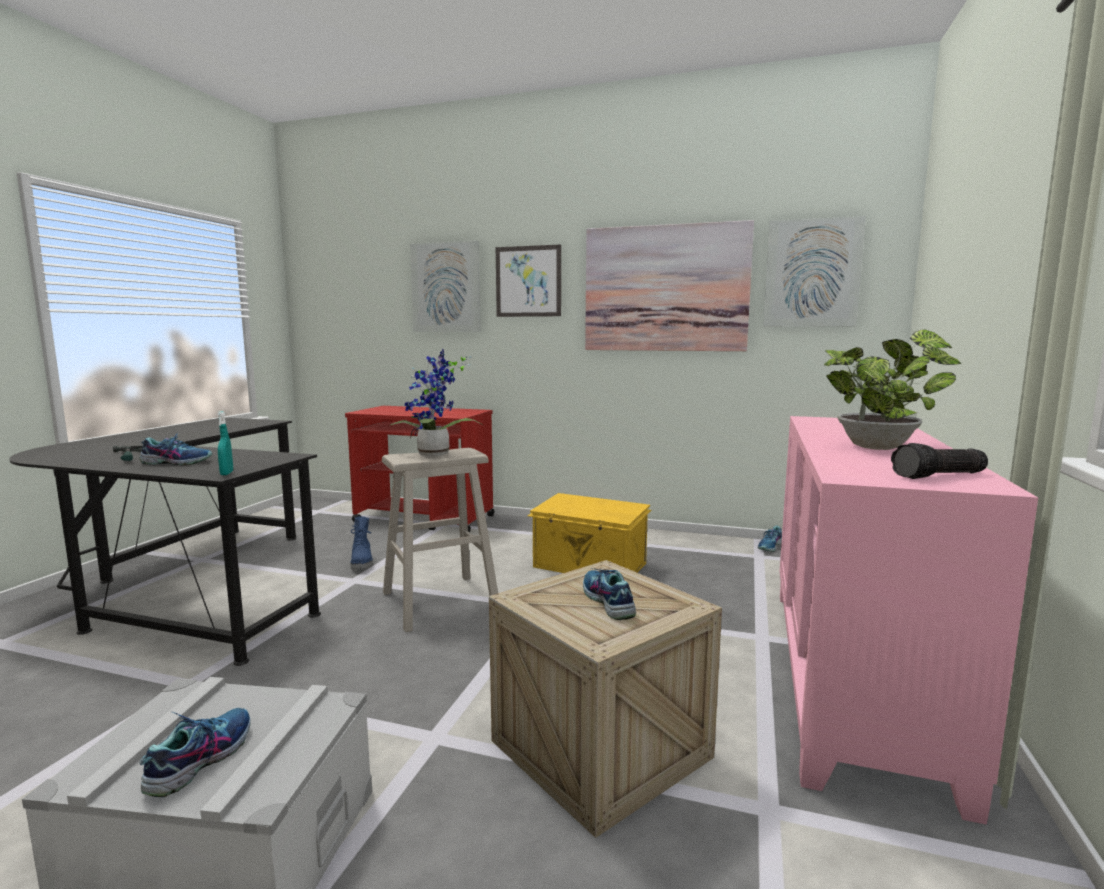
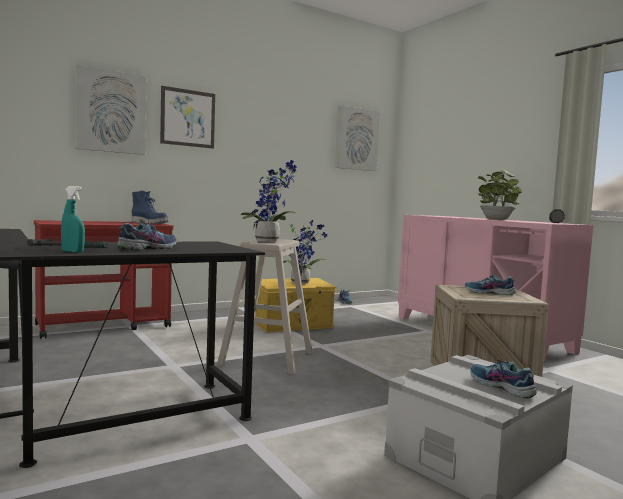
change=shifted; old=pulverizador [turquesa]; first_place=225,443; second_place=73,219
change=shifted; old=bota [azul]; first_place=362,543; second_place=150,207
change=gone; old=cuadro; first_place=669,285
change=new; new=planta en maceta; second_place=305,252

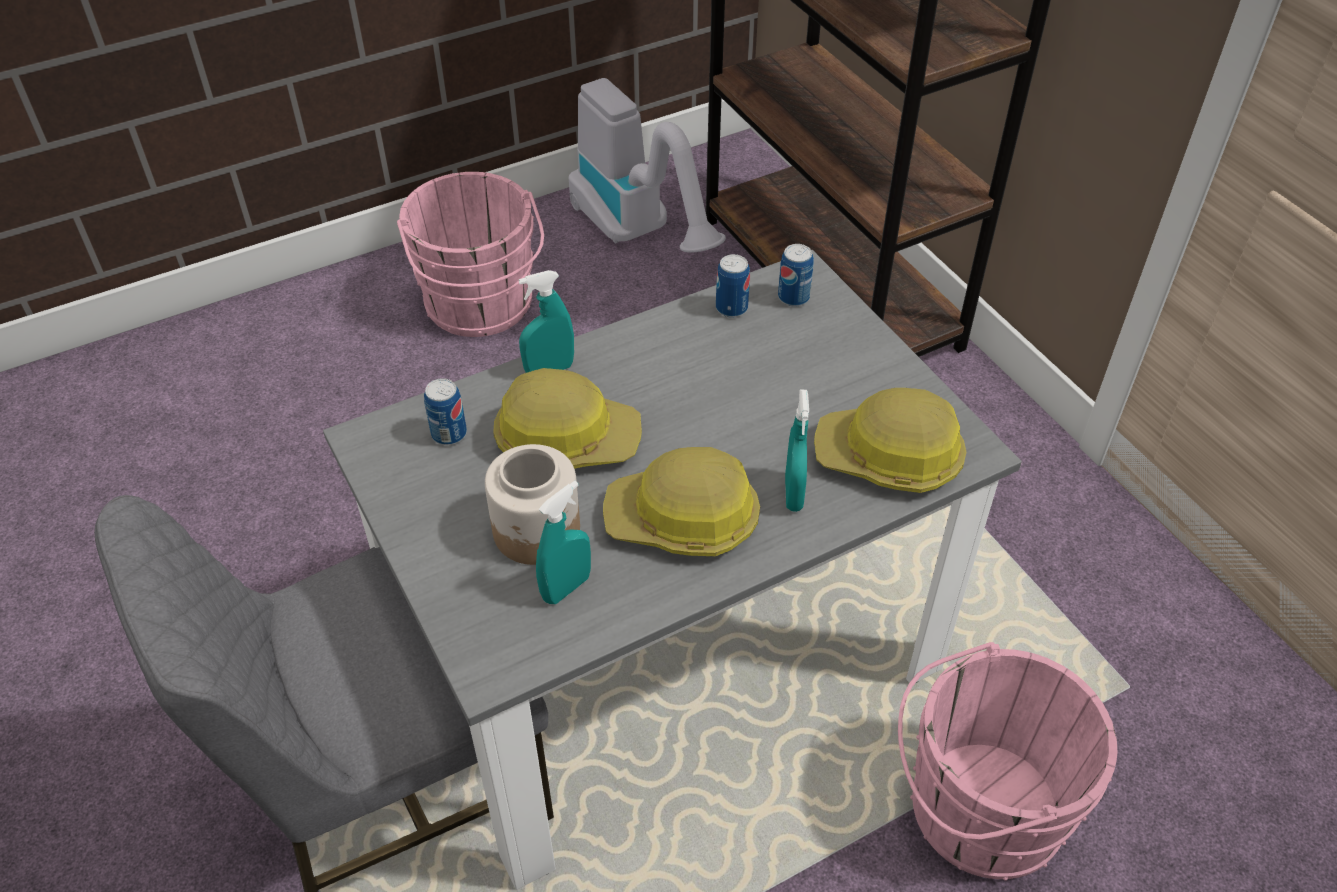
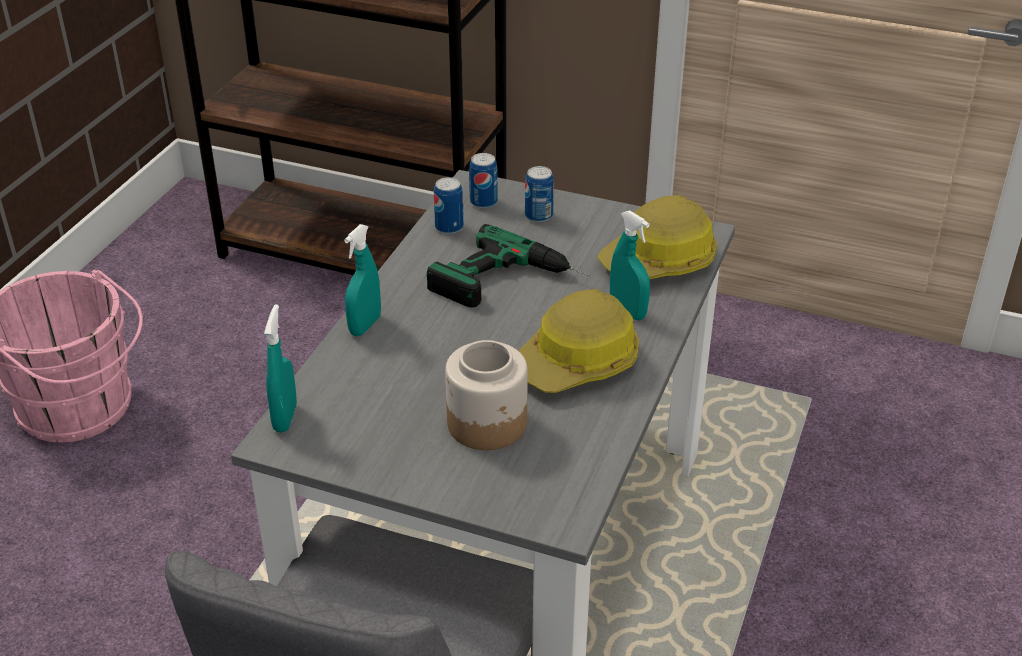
change=shifted; old=lata; first_place=445,411; second_place=539,194
change=gone; old=casco; first_place=567,418
change=shifted; old=pulverizador [turquesa]; first_place=563,542; second_place=280,368
change=gone; old=aspiradora; first_place=647,165
change=gone; old=cubo [rosa]; first_place=1008,761
change=new; new=taladro; second_place=508,266

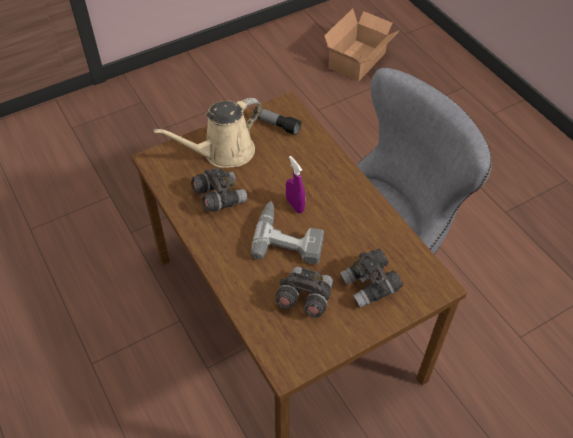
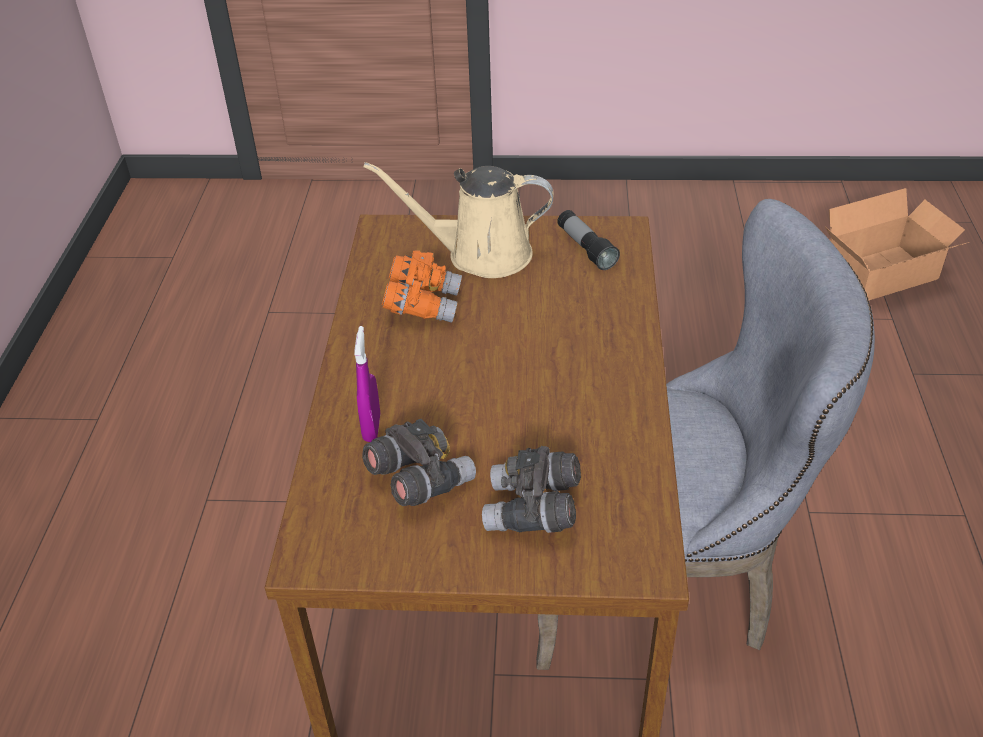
change=repainted; old=prismáticos [gris]; new=prismáticos [naranja]; first_place=219,190; second_place=422,286
change=gone; old=taladro; first_place=287,232
change=shifted; old=pulverizador [morado]; first_place=295,184; second_place=367,384

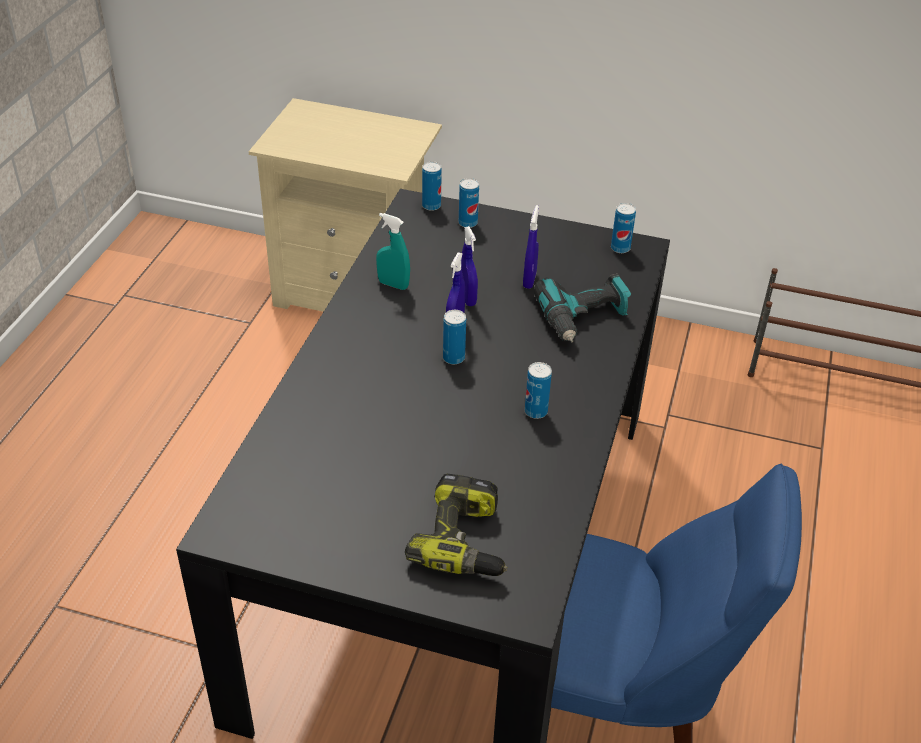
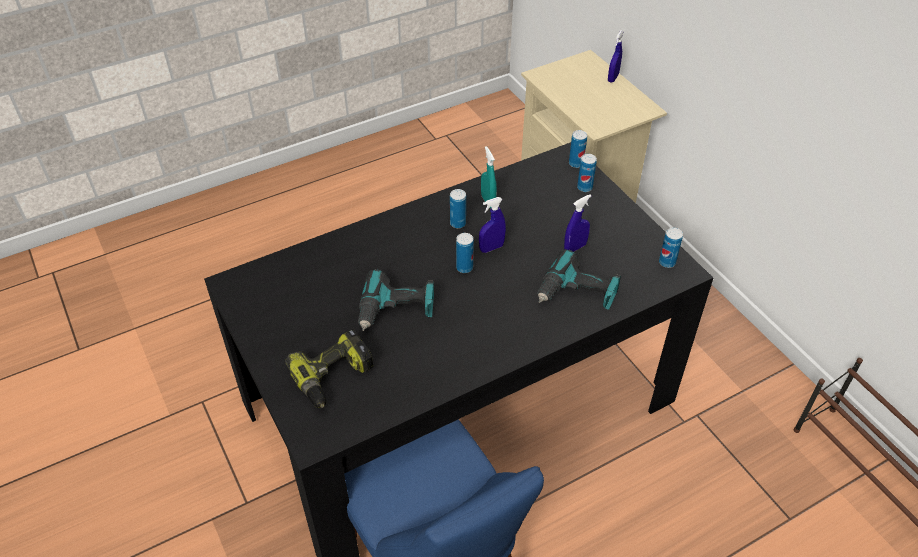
change=shifted; old=pulverizador [azul]; first_place=469,266; second_place=616,56
change=shifted; old=lata; first_place=538,390; second_place=458,208
change=new; new=taladro; second_place=396,300

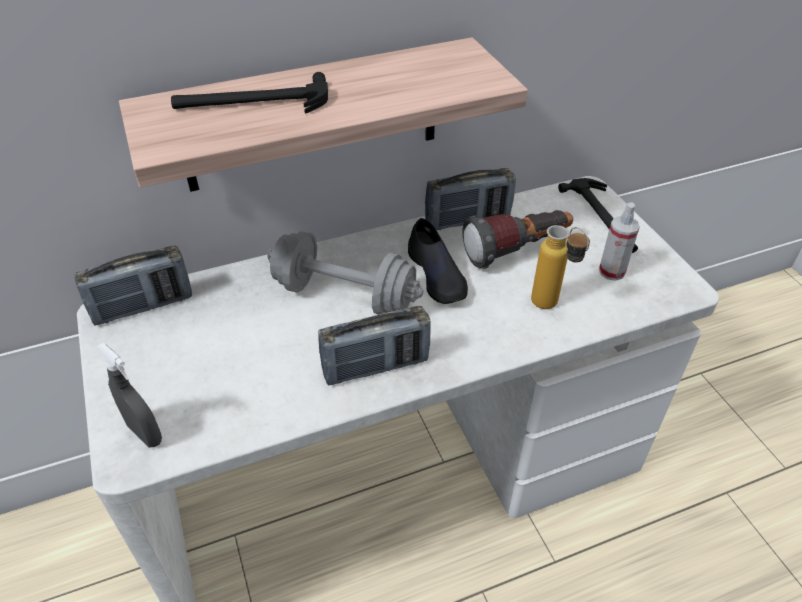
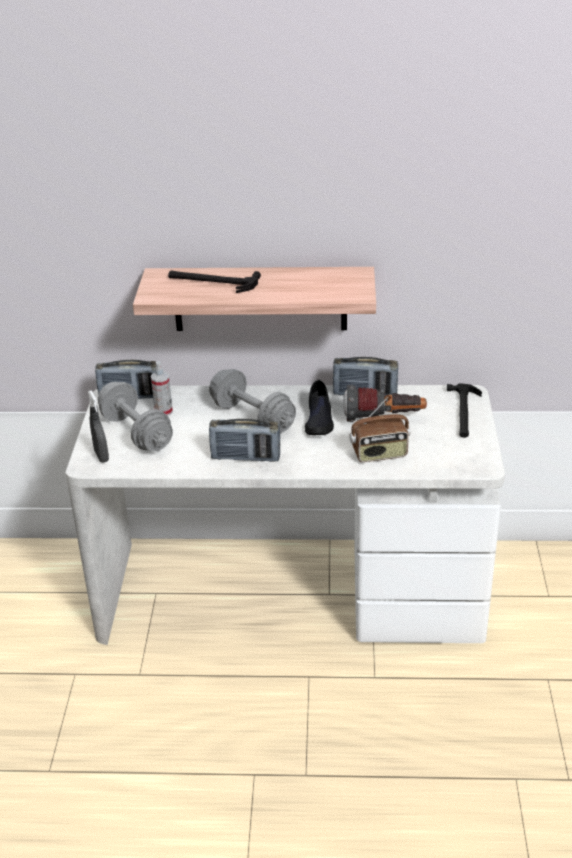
change=swapped; old=botella; new=radio; first_place=560,267; second_place=380,429
change=shifted; old=pulverizador; first_place=619,242; second_place=162,388
change=new; new=mancuerna [gris]; second_place=135,416

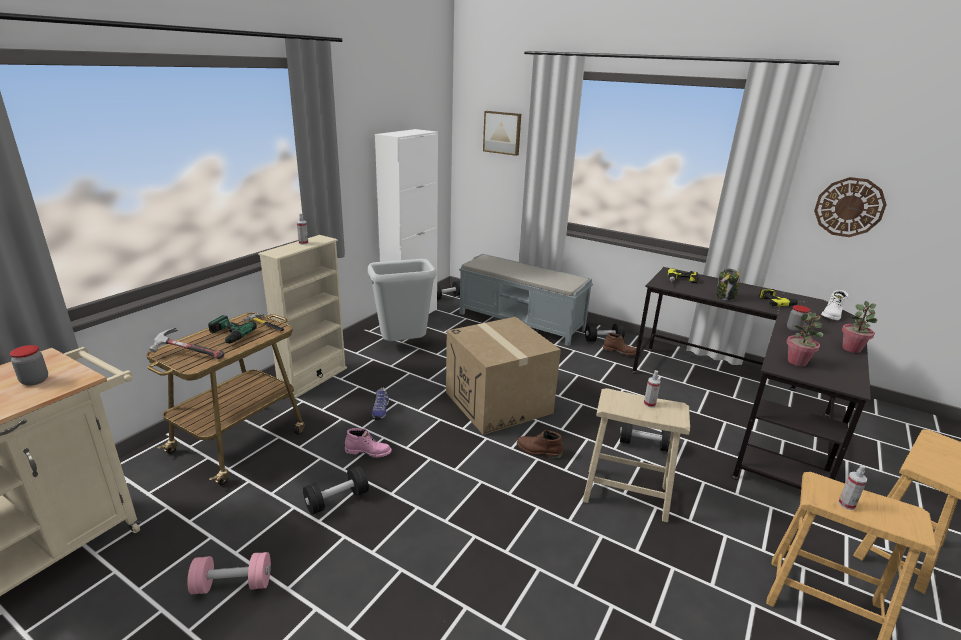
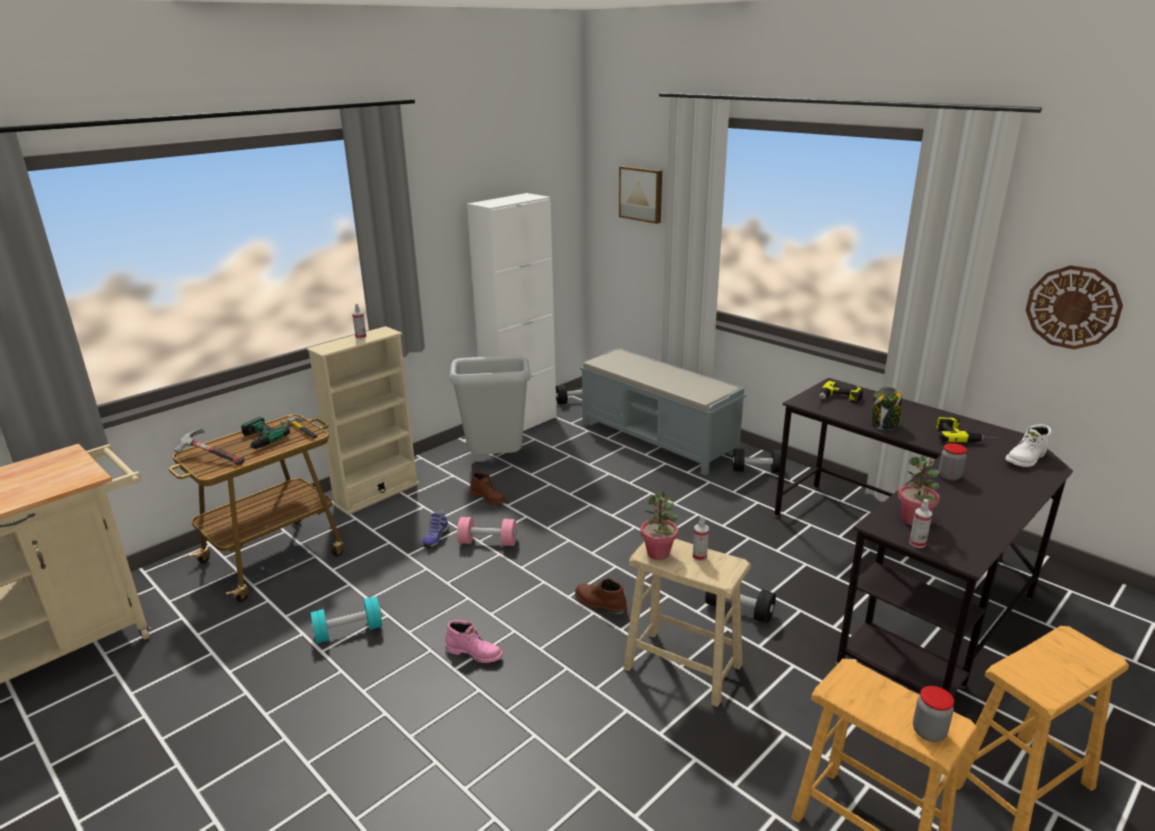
change=shifted; old=tarro; first_place=29,365; second_place=933,714
change=shifted; old=mancuerna [rosa]; first_place=229,573; second_place=487,531
change=repainted; old=mancuerna [negro]; new=mancuerna [turquesa]; first_place=336,490; second_place=346,620
change=shifted; old=bota [rosa]; first_place=368,443; second_place=474,641
change=gone; old=caja de cartón; first_place=503,376
change=shifted; old=bota [marrón]; first_place=620,344; second_place=488,488
change=shifted; old=pulverizador; first_place=852,487; second_place=920,523
change=shifted; old=planta en maceta; first_place=860,327; second_place=659,525

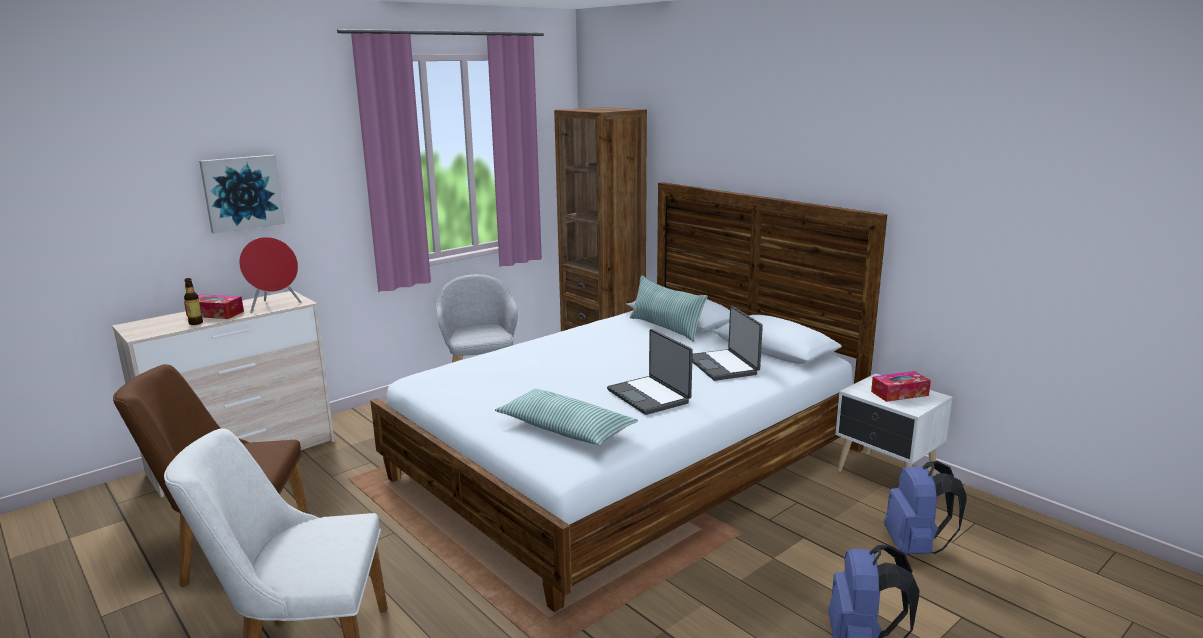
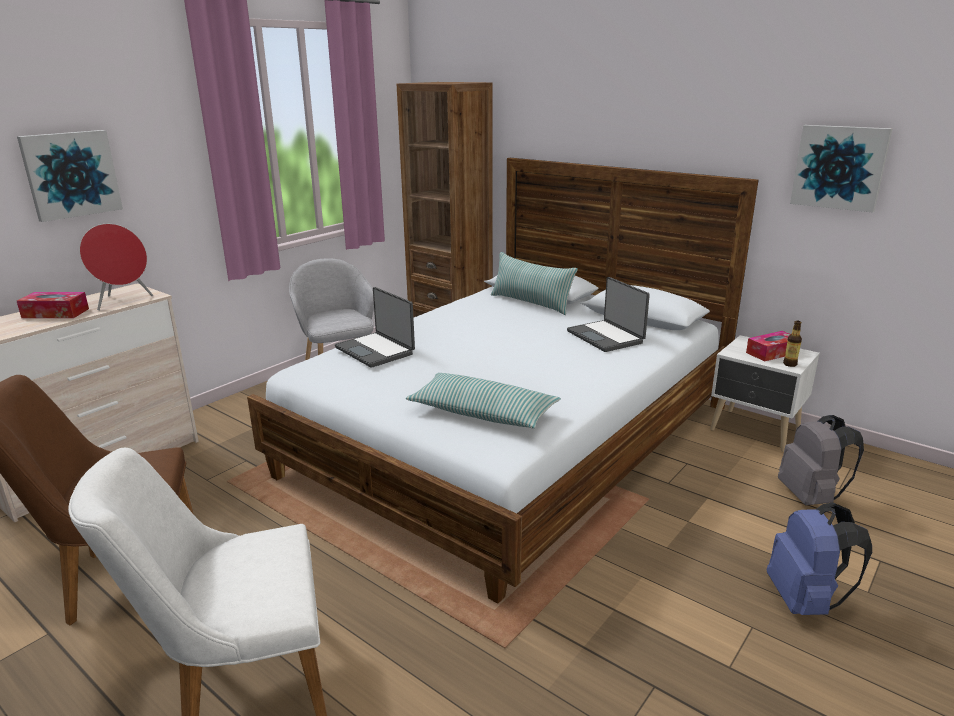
change=shifted; old=botella; first_place=193,301; second_place=792,344
change=shifted; old=portátil; first_place=650,372; second_place=375,327
change=repainted; old=mochila [azul]; new=mochila [gris]; first_place=925,507; second_place=821,460
change=new; new=cuadro; second_place=841,169

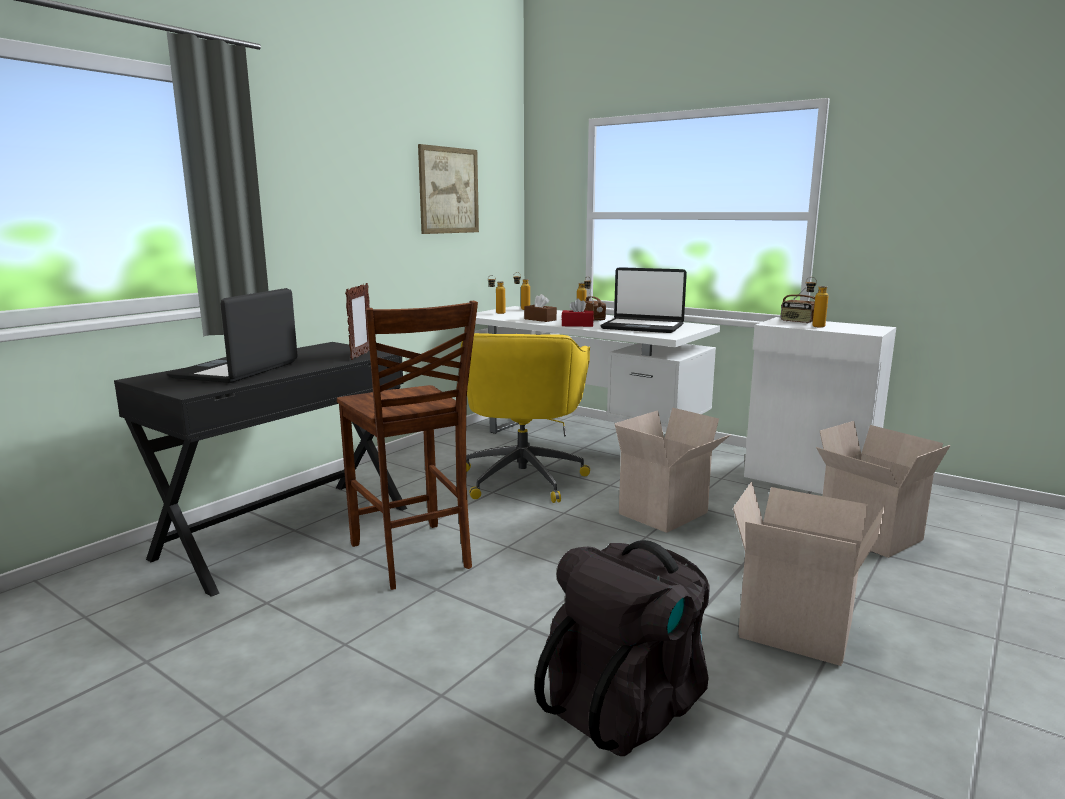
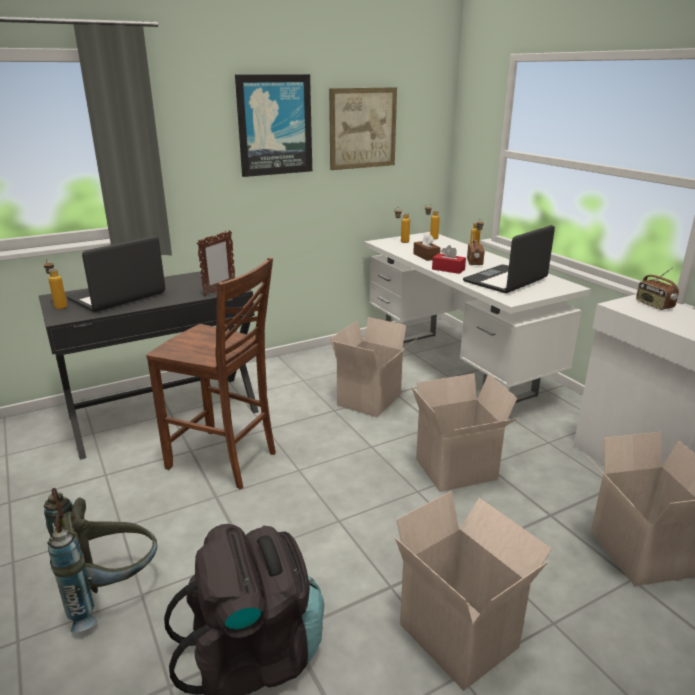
change=rotated; old=silla [marrón]; first_place=407,445; second_place=211,373; degrees=-60
change=swapped; old=silla de oficina [amarillo]; new=caja de cartón; first_place=525,418; second_place=373,367
change=rotated; old=portátil; first_place=643,300; second_place=509,259; degrees=90
change=shifted; old=botella; first_place=817,302; second_place=55,284
change=new; new=mochila [gris]; second_place=100,560
change=new; new=cuadro; second_place=273,125

